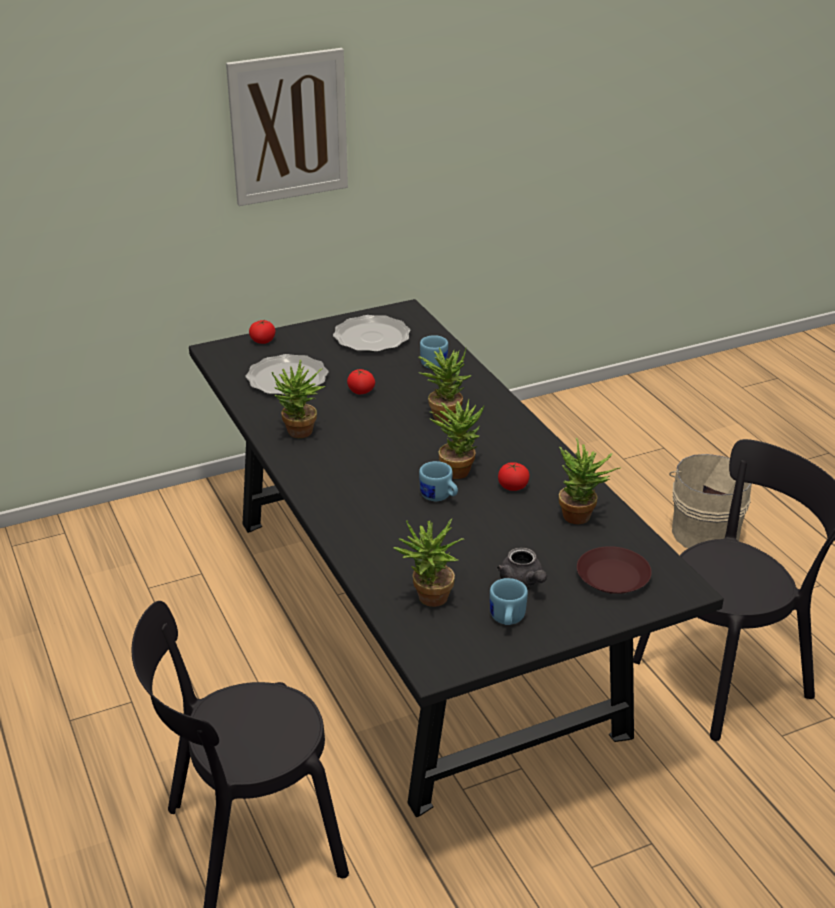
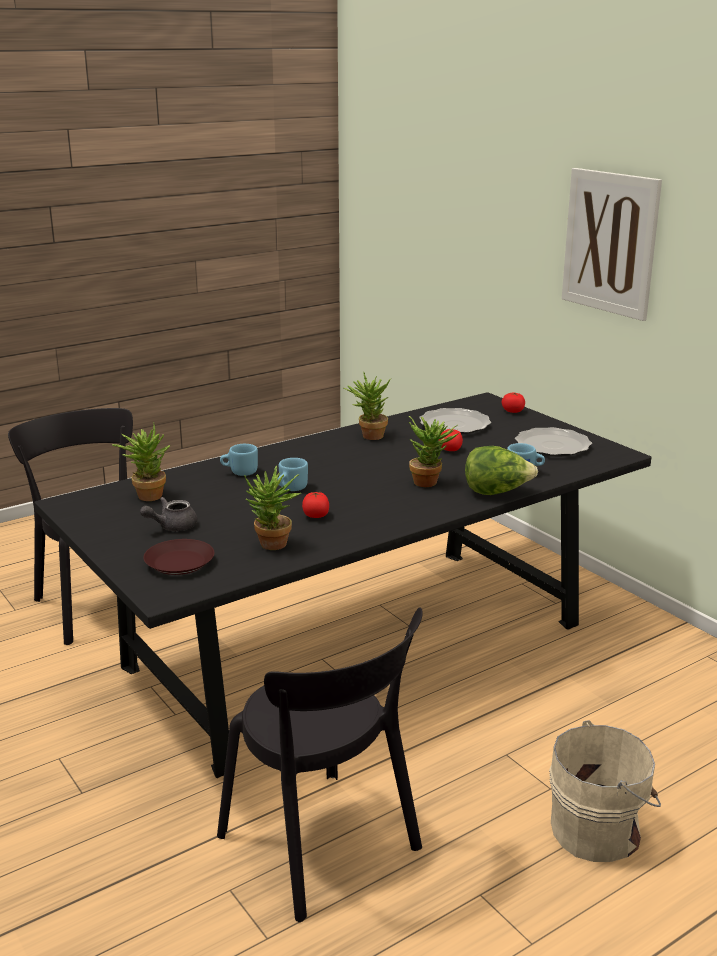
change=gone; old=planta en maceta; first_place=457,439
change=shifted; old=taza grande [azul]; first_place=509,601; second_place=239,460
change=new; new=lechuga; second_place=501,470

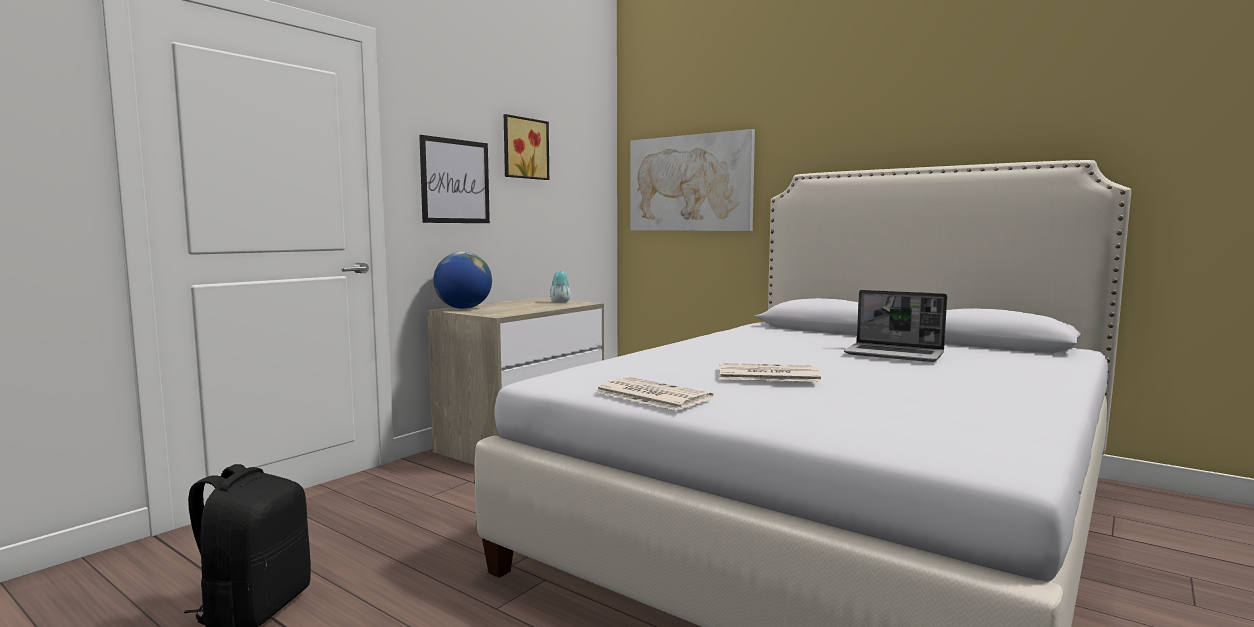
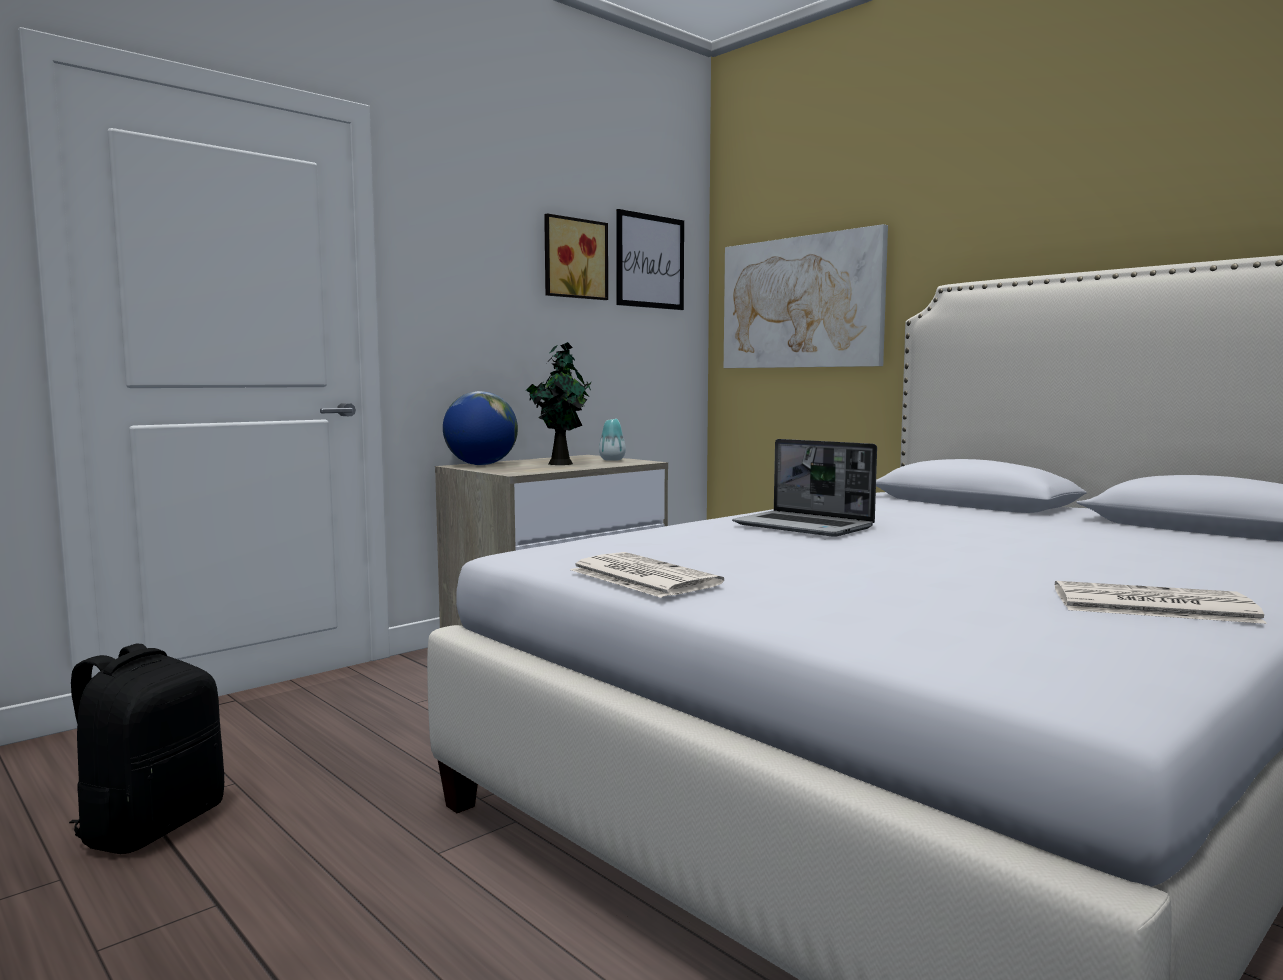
change=shifted; old=cuadro; first_place=454,179; second_place=650,259
change=shifted; old=periódico; first_place=771,372; second_place=1161,602
change=shifted; old=portátil; first_place=895,326; second_place=804,488
change=new; new=planta en maceta; second_place=559,403

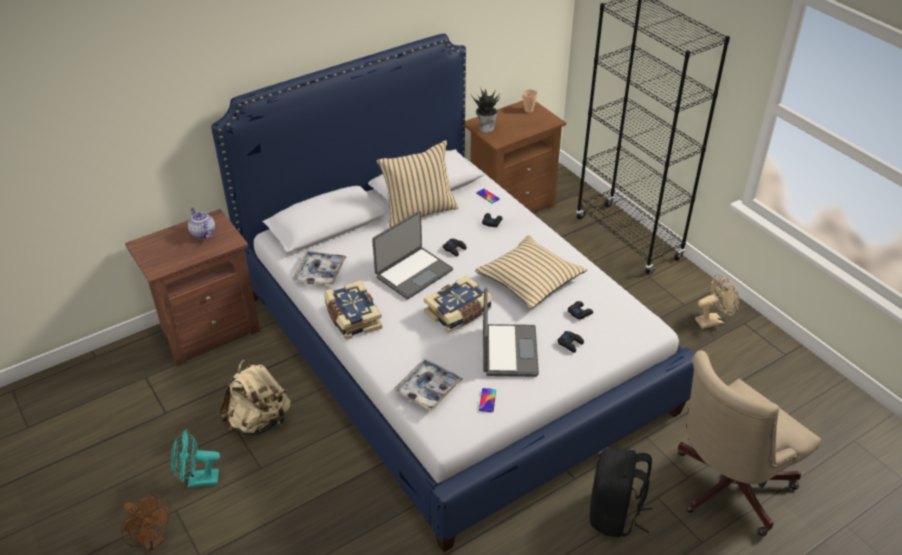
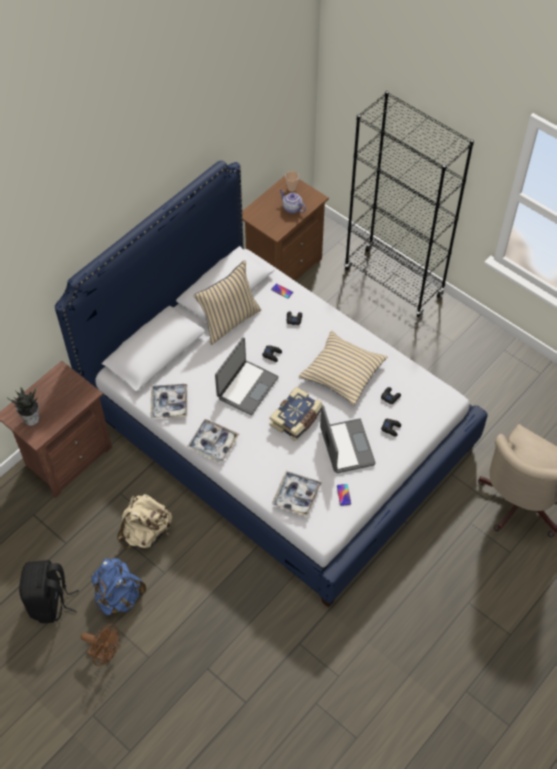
change=swapped; old=ventilador [turquesa]; new=mochila [azul]; first_place=195,458; second_place=118,586
change=shifted; old=tetera; first_place=201,223; second_place=293,202
change=swapped; old=libro; new=bandeja; first_place=353,310; second_place=213,441
change=shifted; old=planta en maceta; first_place=485,111; second_place=23,406
change=shifted; old=mochila [negro]; first_place=621,493; second_place=49,591
change=gone; old=ventilador [beis]; first_place=717,301

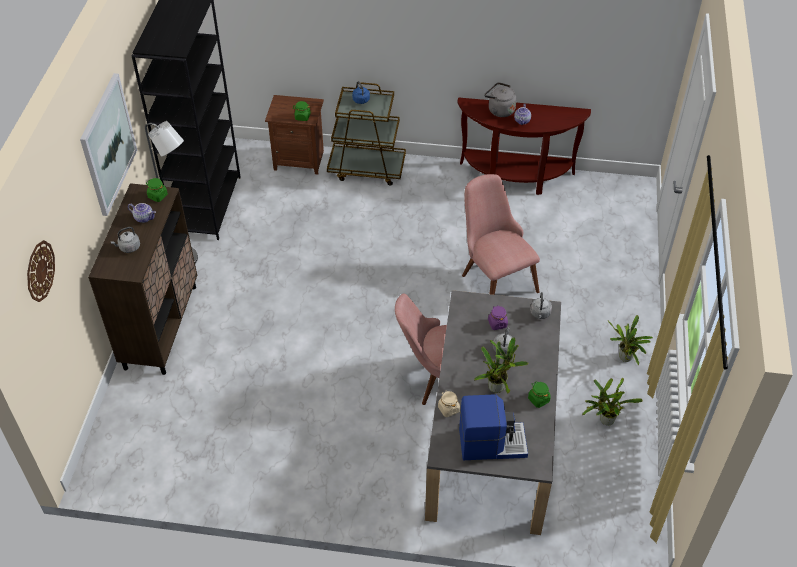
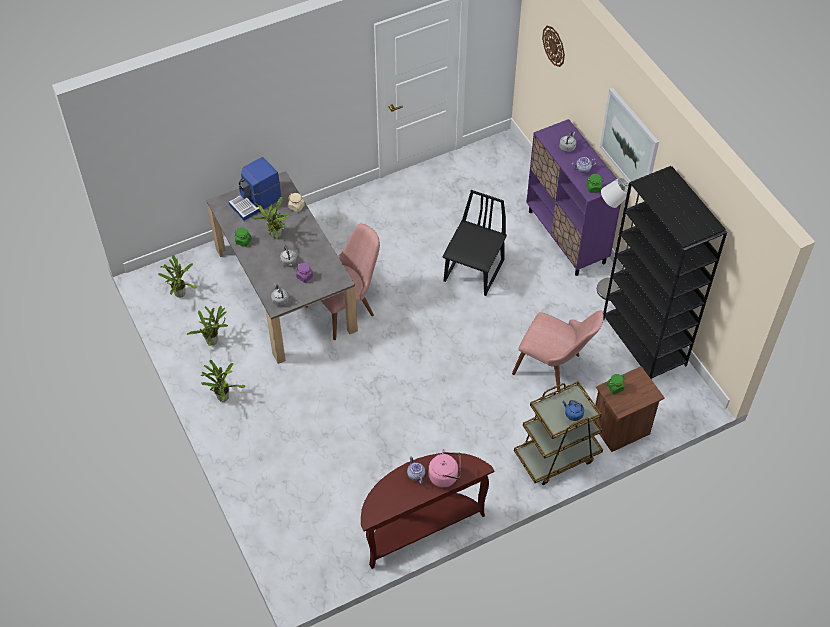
change=repainted; old=armario [marrón]; new=armario [morado]; first_place=142,279; second_place=573,197
change=shifted; old=silla [rosa]; first_place=501,234; second_place=558,351
change=repainted; old=hervidor [gris]; new=hervidor [rosa]; first_place=500,99; second_place=445,468
change=new; new=planta en maceta; second_place=177,276
change=new; new=silla [negro]; second_place=475,243

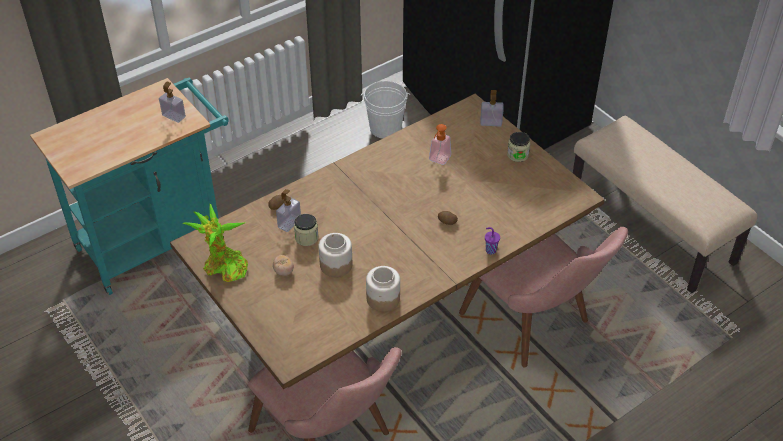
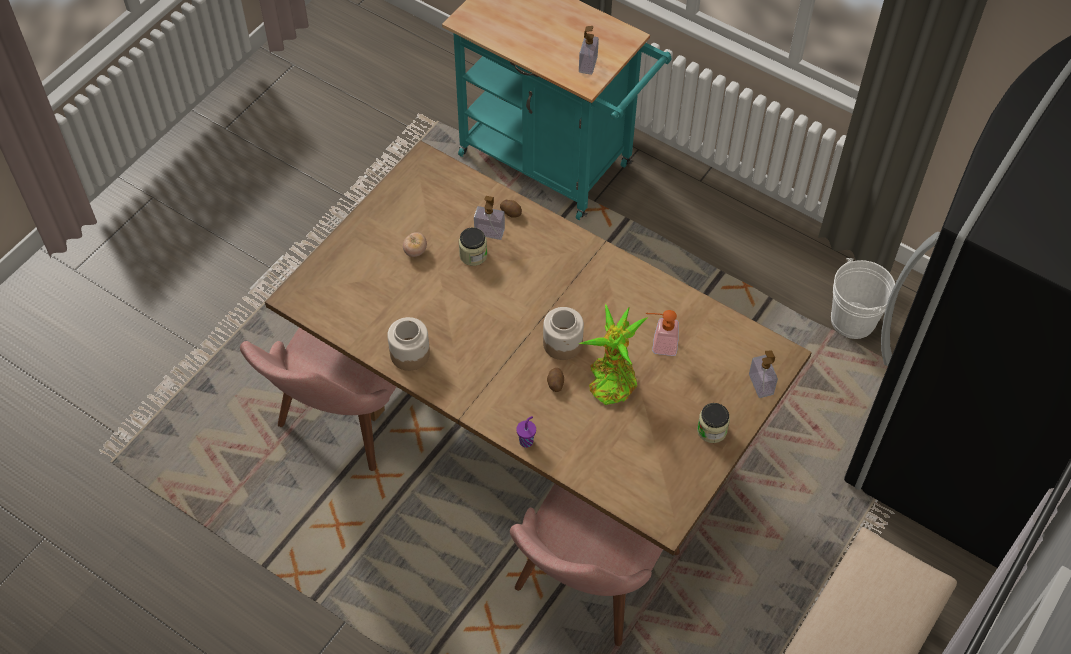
change=shifted; old=planta en maceta; first_place=215,243; second_place=613,354
change=shifted; old=tarro; first_place=335,255; second_place=563,333

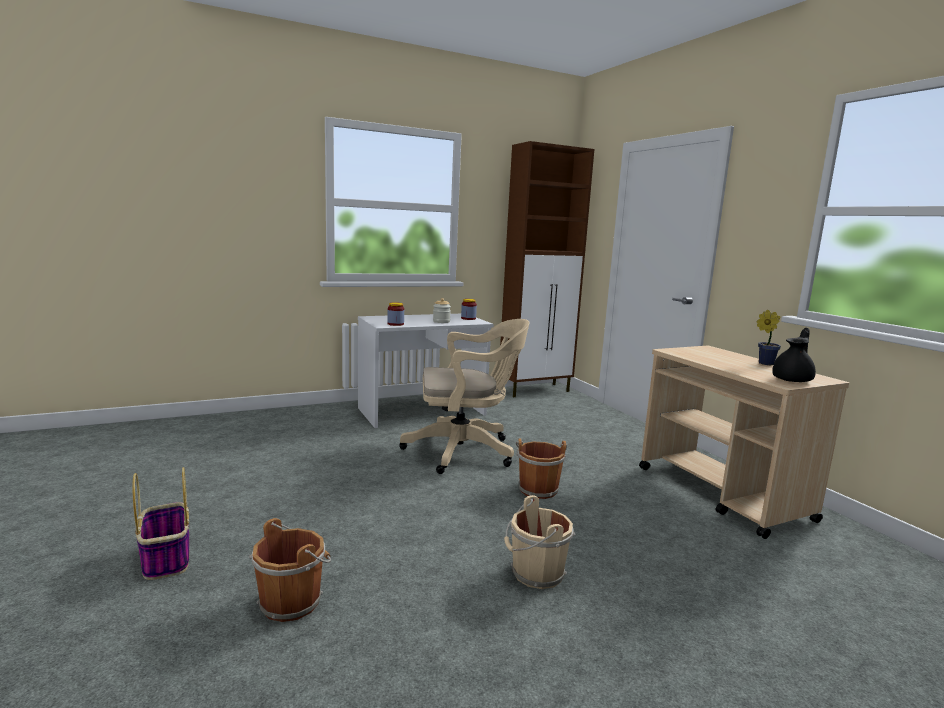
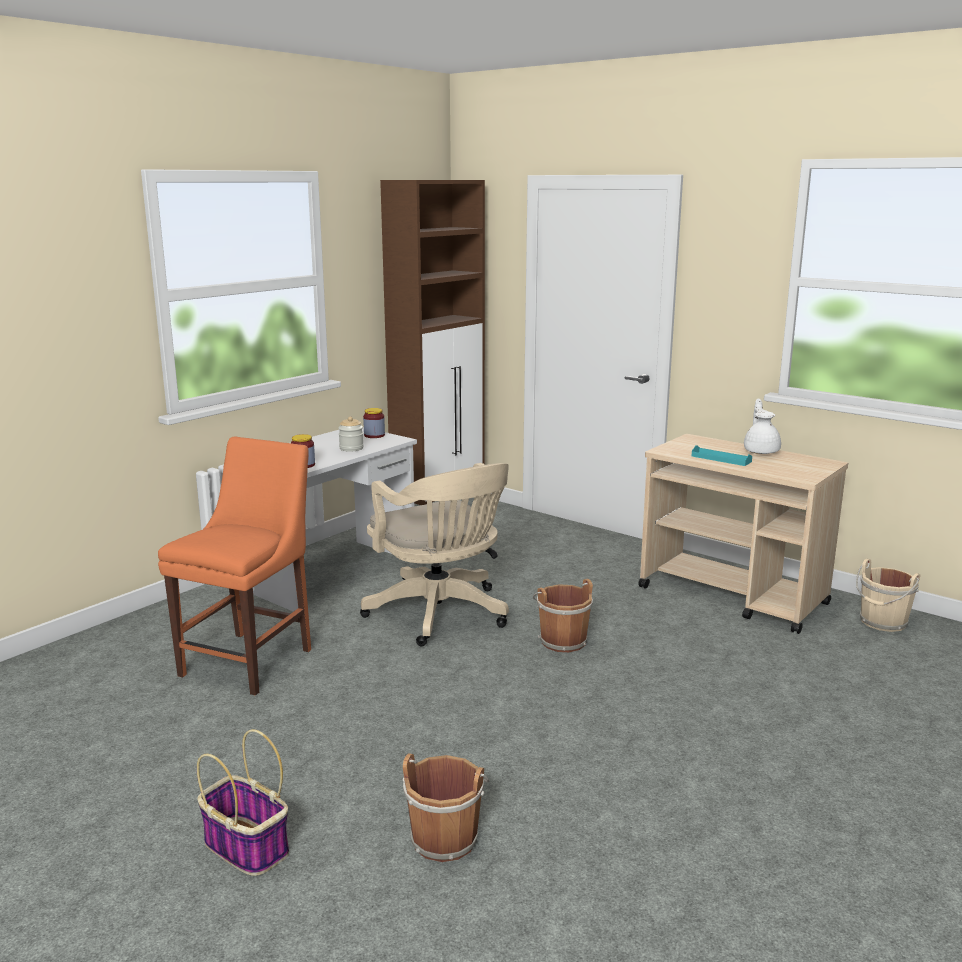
change=rotated; old=silla de oficina [beis]; first_place=464,396; second_place=434,554; degrees=90
change=shifted; old=cubo [beis]; first_place=539,542; second_place=888,595
change=swapped; old=planta en maceta; new=tetera [blanco]; first_place=769,337; second_place=762,426
change=gone; old=tetera [negro]; first_place=794,354
change=new; new=silla [naranja]; second_place=234,565
change=new; new=bandeja [turquesa]; second_place=722,455

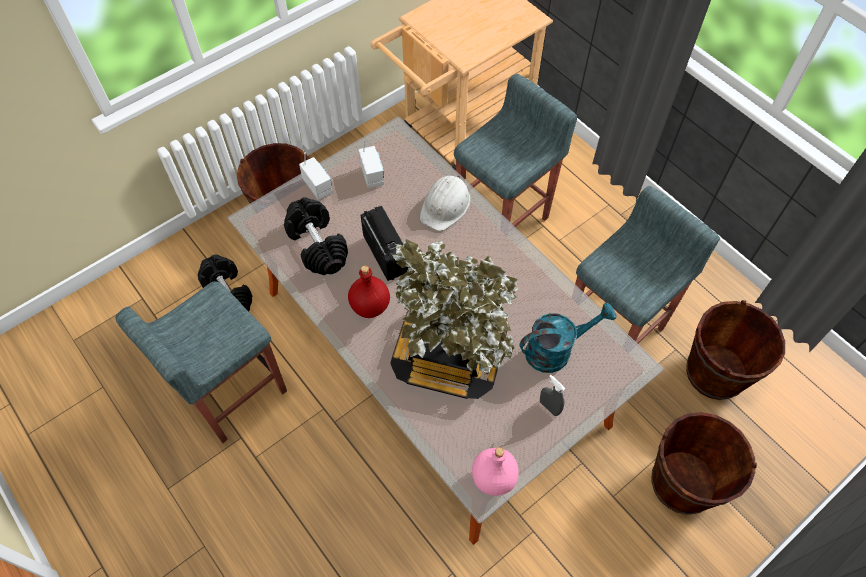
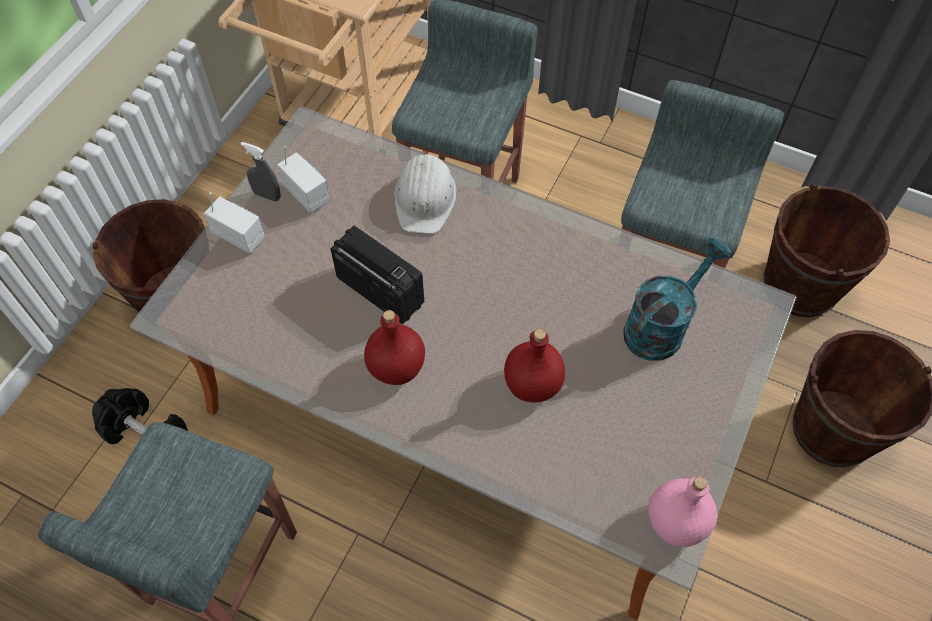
change=gone; old=mancuerna [negro]; first_place=316,236
change=swapped; old=planta en maceta; new=botella [rojo]; first_place=454,318; second_place=534,365
change=shifted; old=pulverizador [gris]; first_place=552,395; second_place=261,172

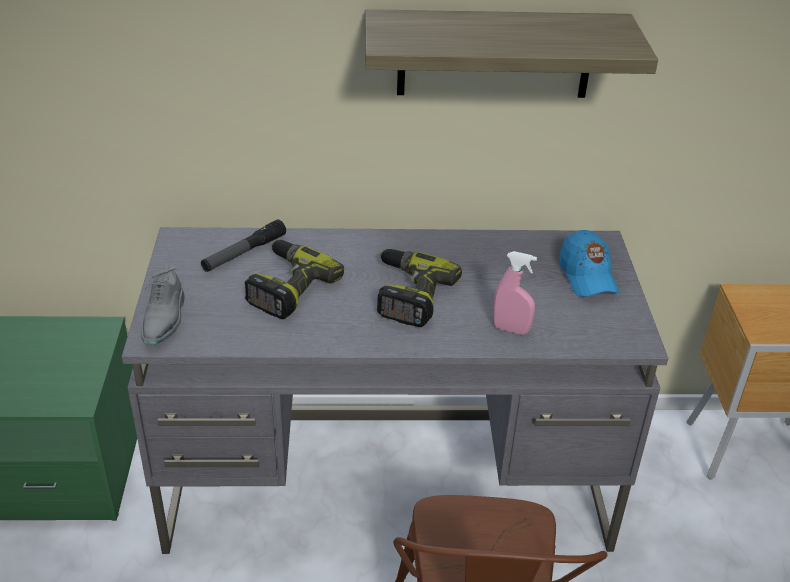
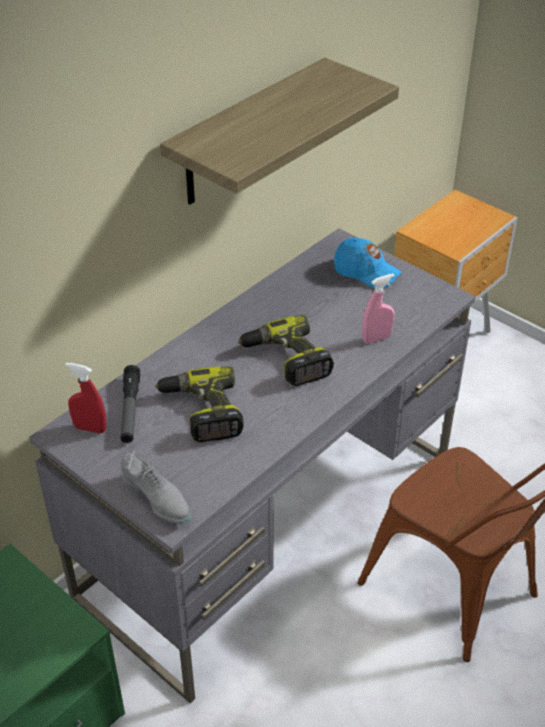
change=new; new=pulverizador [rojo]; second_place=85,398

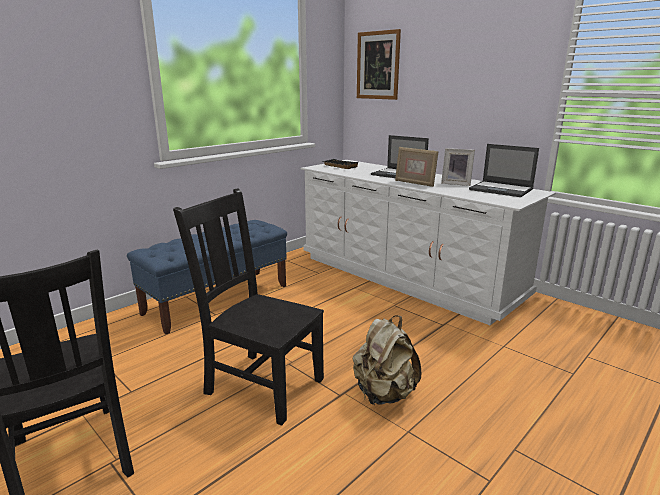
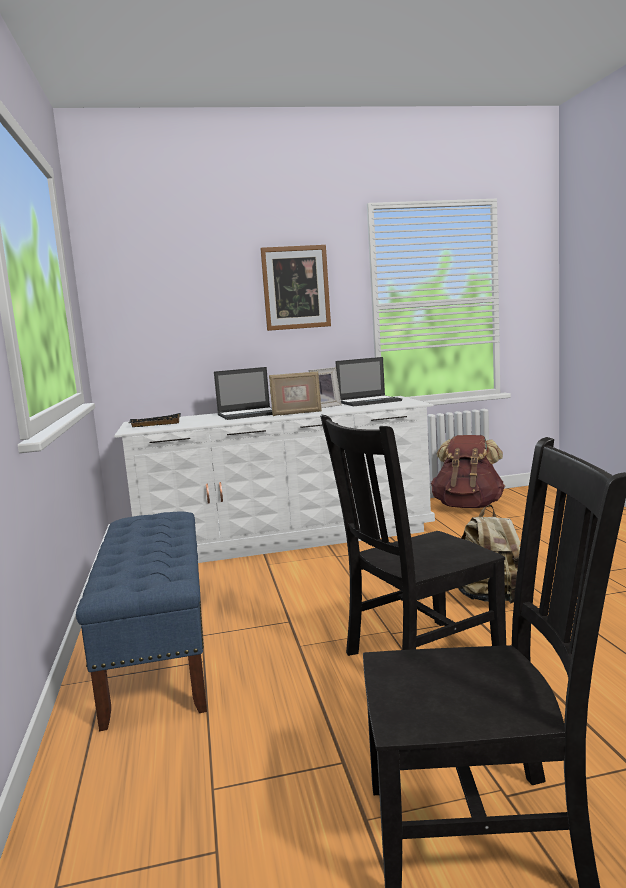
change=shifted; old=cuadro; first_place=379,64; second_place=295,288
change=new; new=mochila [marrón]; second_place=468,471

